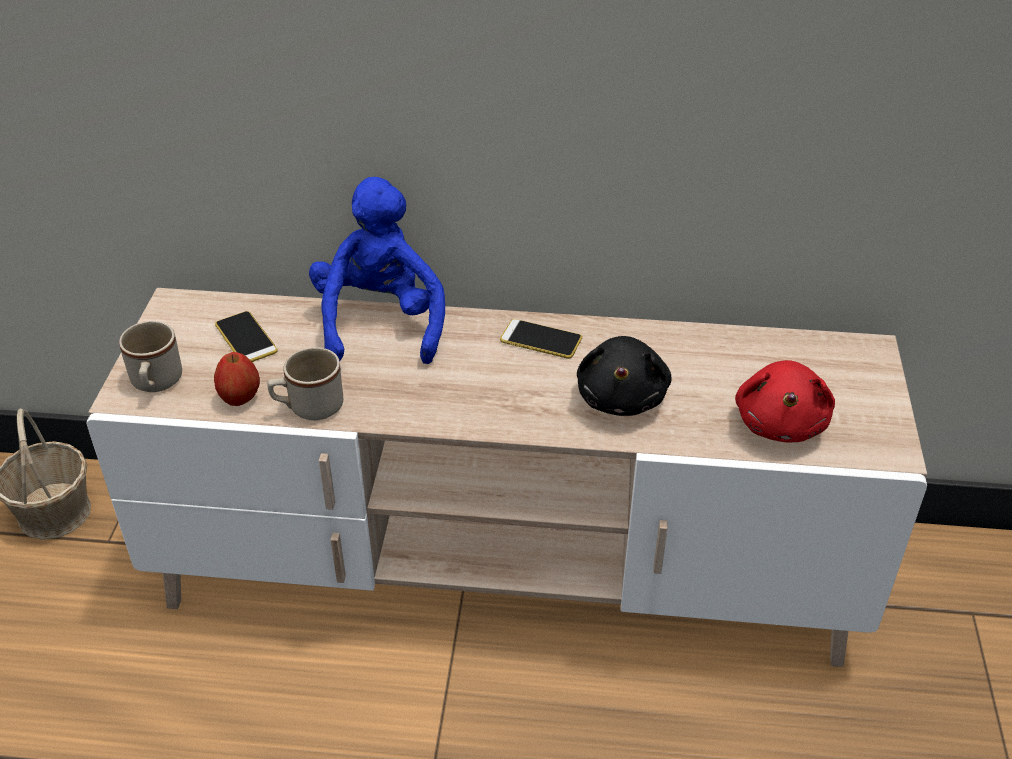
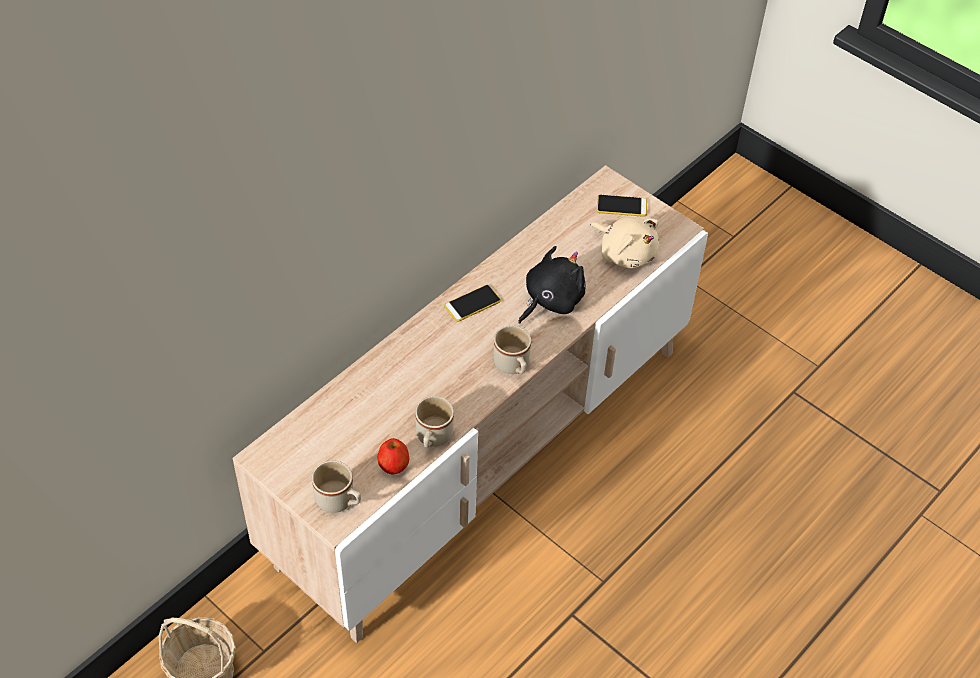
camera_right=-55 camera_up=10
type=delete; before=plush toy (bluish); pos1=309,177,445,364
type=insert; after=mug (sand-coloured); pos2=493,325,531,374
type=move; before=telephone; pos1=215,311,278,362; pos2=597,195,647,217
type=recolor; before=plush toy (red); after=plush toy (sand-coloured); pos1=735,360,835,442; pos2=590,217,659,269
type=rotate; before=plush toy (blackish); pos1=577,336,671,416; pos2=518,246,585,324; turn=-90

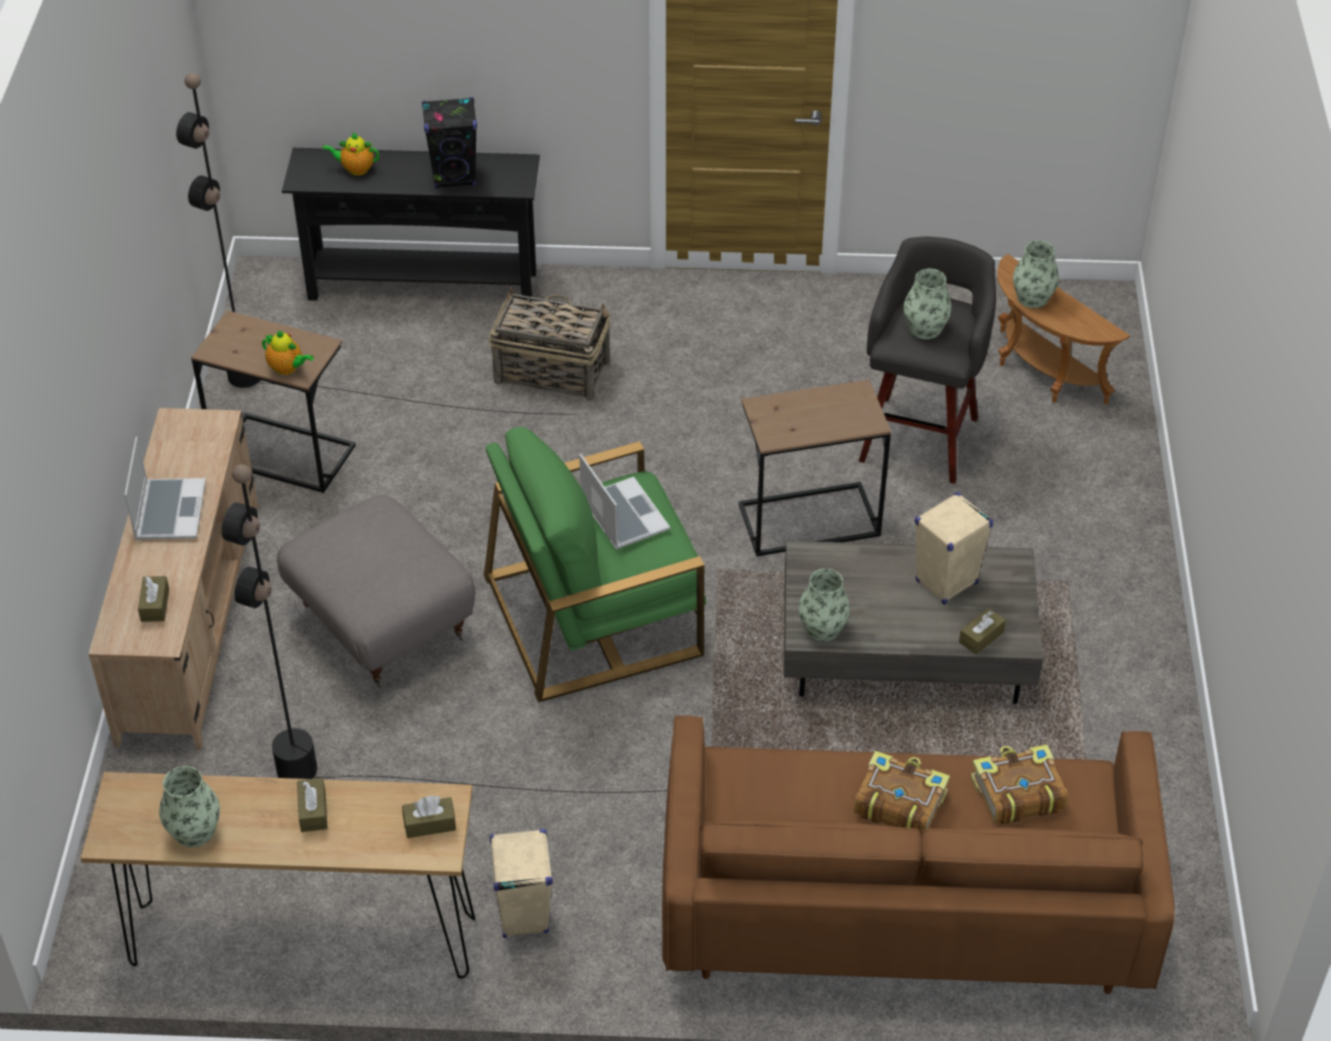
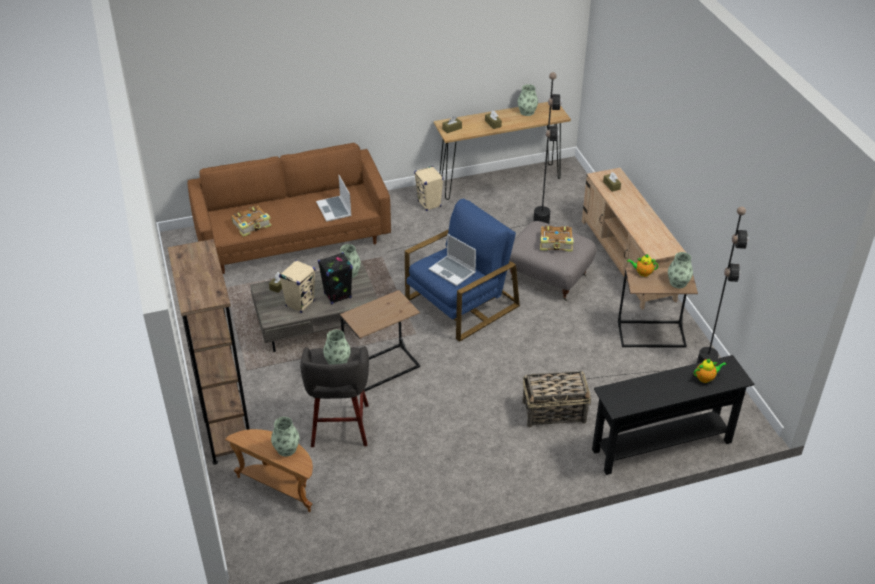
camera_right=160 camera_up=-5
type=insert; after=bookcase (brown-coloured); pos2=167,239,250,465
type=insert; after=flower vase; pos2=668,252,693,288
type=move; before=notebook computer; pos1=124,437,206,540; pos2=316,175,352,222
type=move; before=audio speaker (blackish); pos1=422,97,477,189; pos2=318,252,353,304
type=move; before=volume; pos1=854,751,950,833; pos2=540,225,574,252
type=recolor; before=easy chair (greenish); after=easy chair (bluish); pos1=484,427,706,703; pos2=405,199,520,342

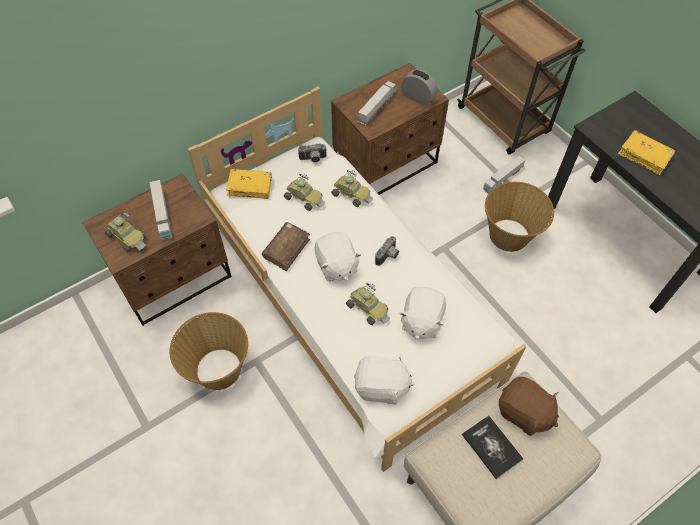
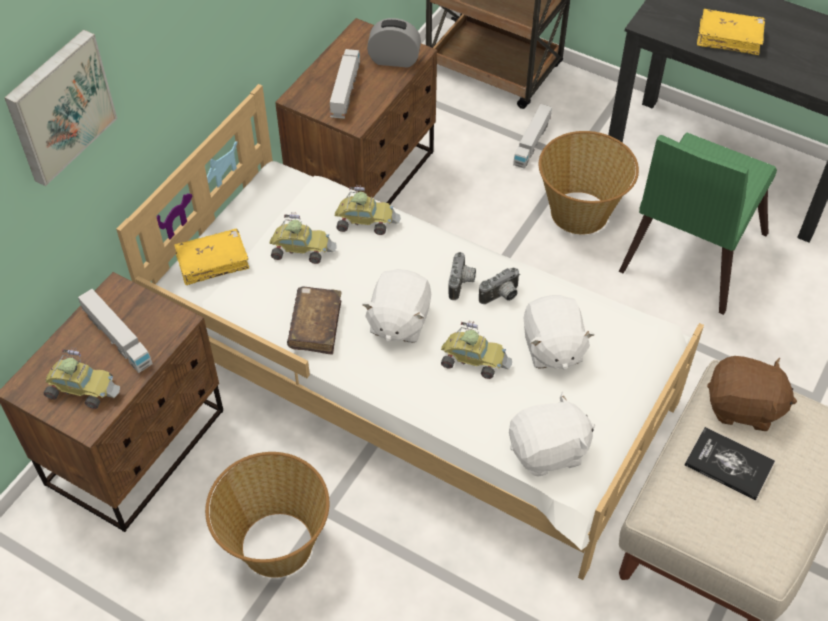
camera_right=-25 camera_up=-5
type=insert; after=picture; pos2=4,29,117,186
type=insert; after=chair (greenish); pos2=619,133,777,315
type=move; before=still camera; pos1=298,144,327,163; pos2=479,267,520,304
type=rotate; before=plush toy (white-coloured); pos1=314,232,361,281; pos2=362,269,431,343; turn=60

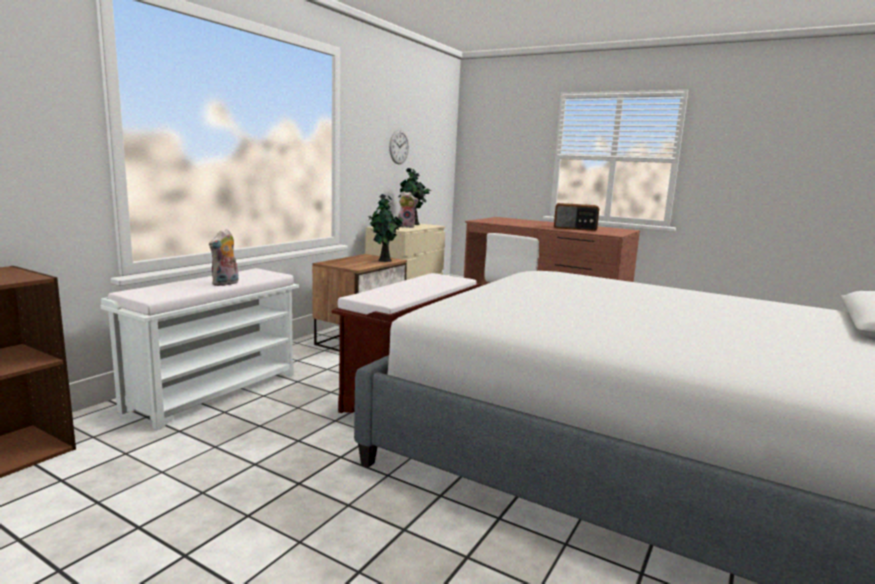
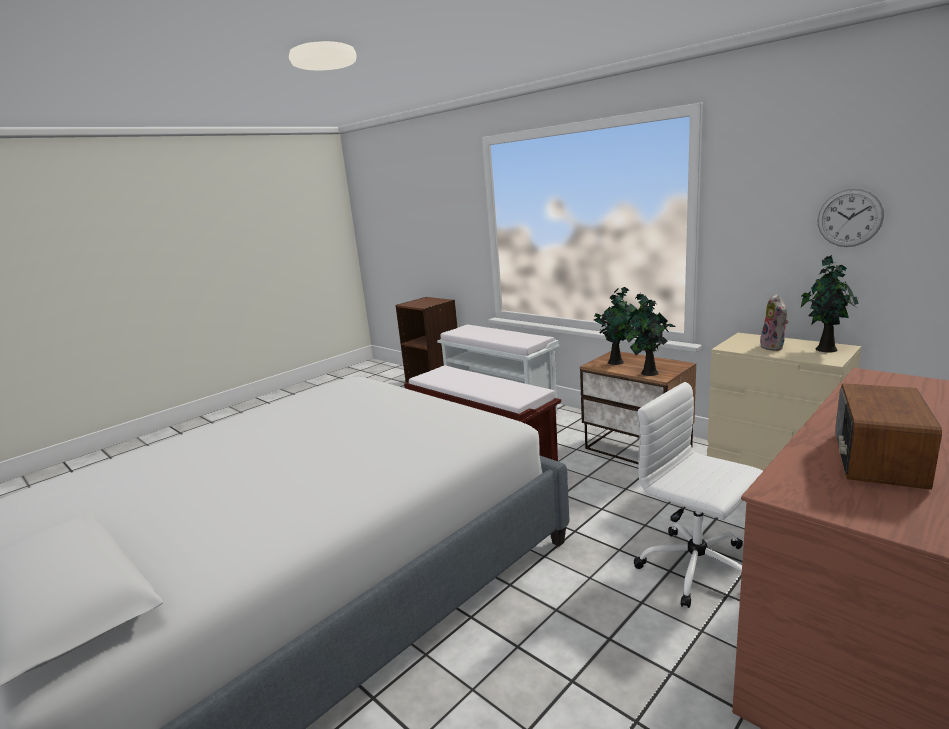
camera_right=105 camera_up=5
type=delete; before=plush toy; pos1=209,229,238,286
type=insert; after=houseplant; pos2=594,287,637,365

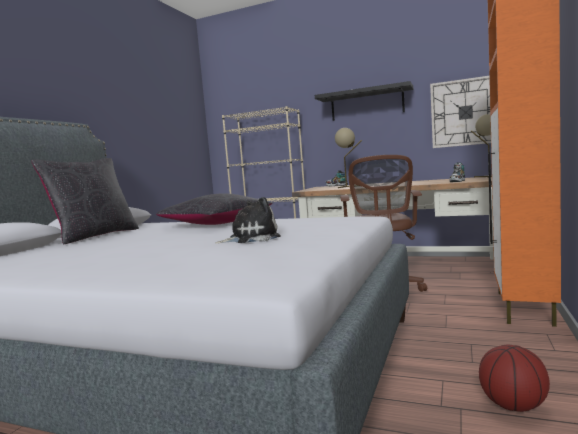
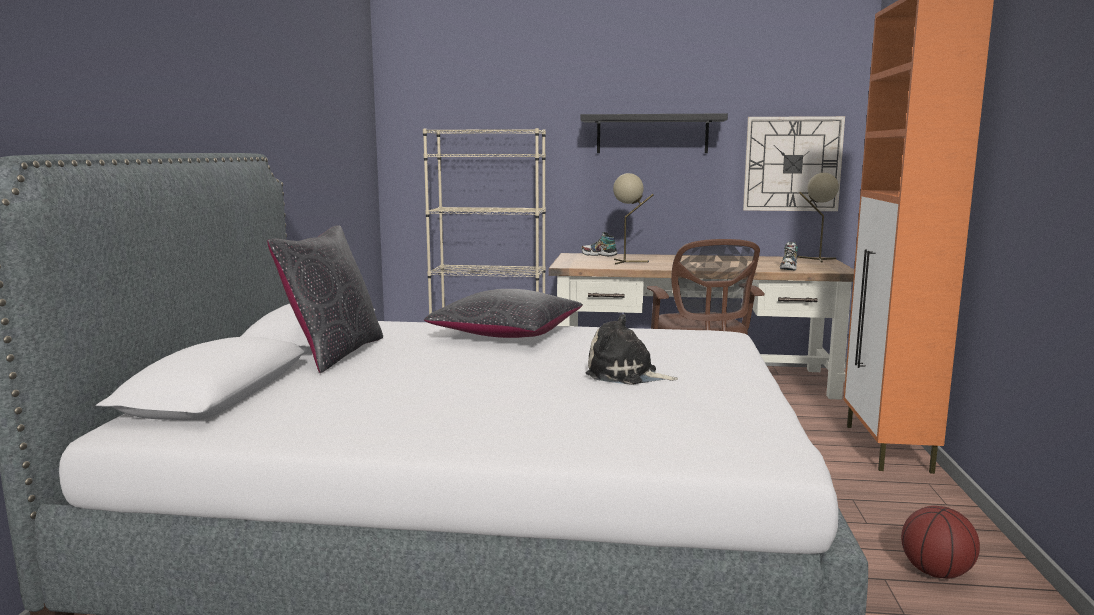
camera_right=-15 camera_up=5
type=rotate; before=plush toy; pos1=215,197,281,244; pos2=585,314,678,385; turn=-120

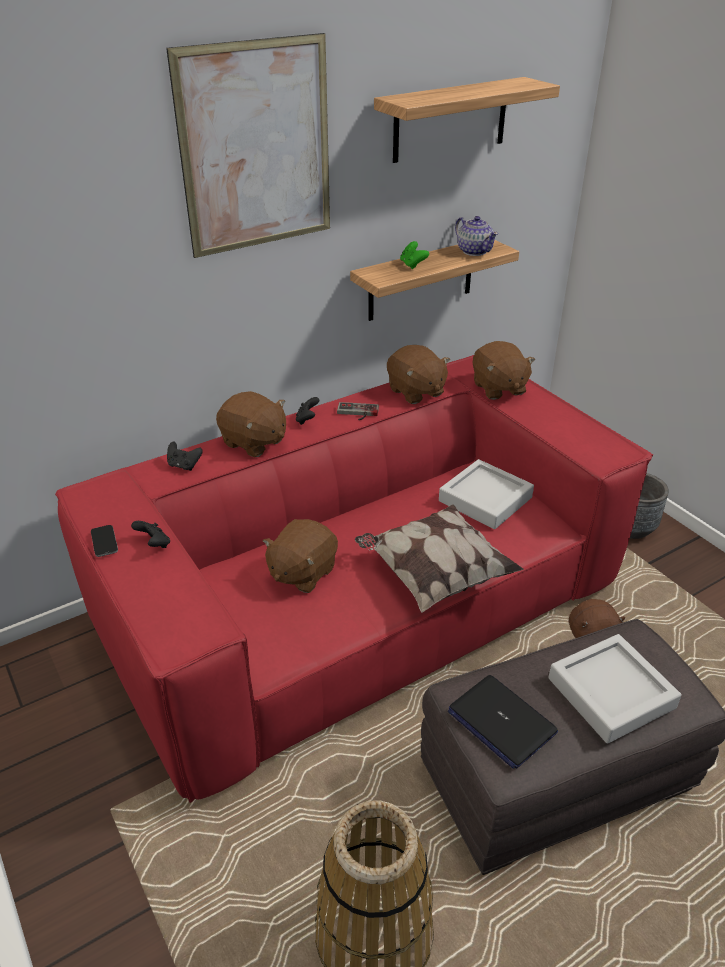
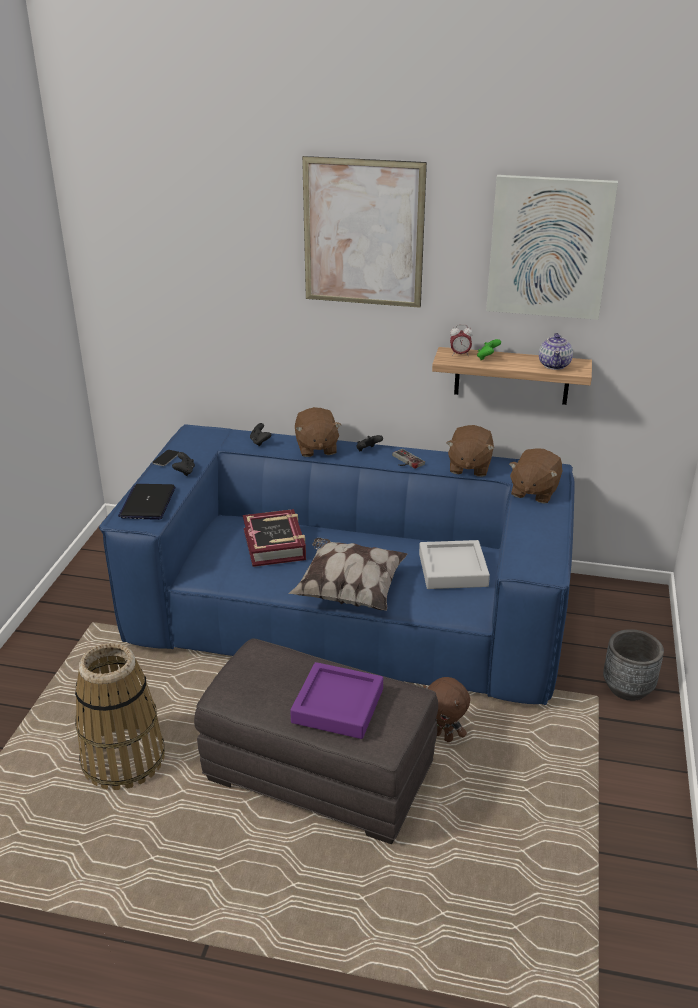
camera_right=45 camera_up=-5
type=insert; after=bedside clock; pos2=450,324,473,356
type=move; before=notebook computer; pos1=448,675,558,769; pos2=118,484,175,520
type=replace; before=plush toy (brown-coloured); after=volume; pos1=263,519,338,593; pos2=243,509,306,567
type=replace; before=wall shelf; after=picture; pos1=374,77,560,163; pos2=486,175,618,320
type=recolor; before=sofa (red); after=sofa (bluish); pos1=55,355,653,803; pos2=99,424,575,705
type=recolor; before=serving tray (greyish); after=serving tray (purple-coloured); pos1=548,634,681,744; pos2=290,662,383,739

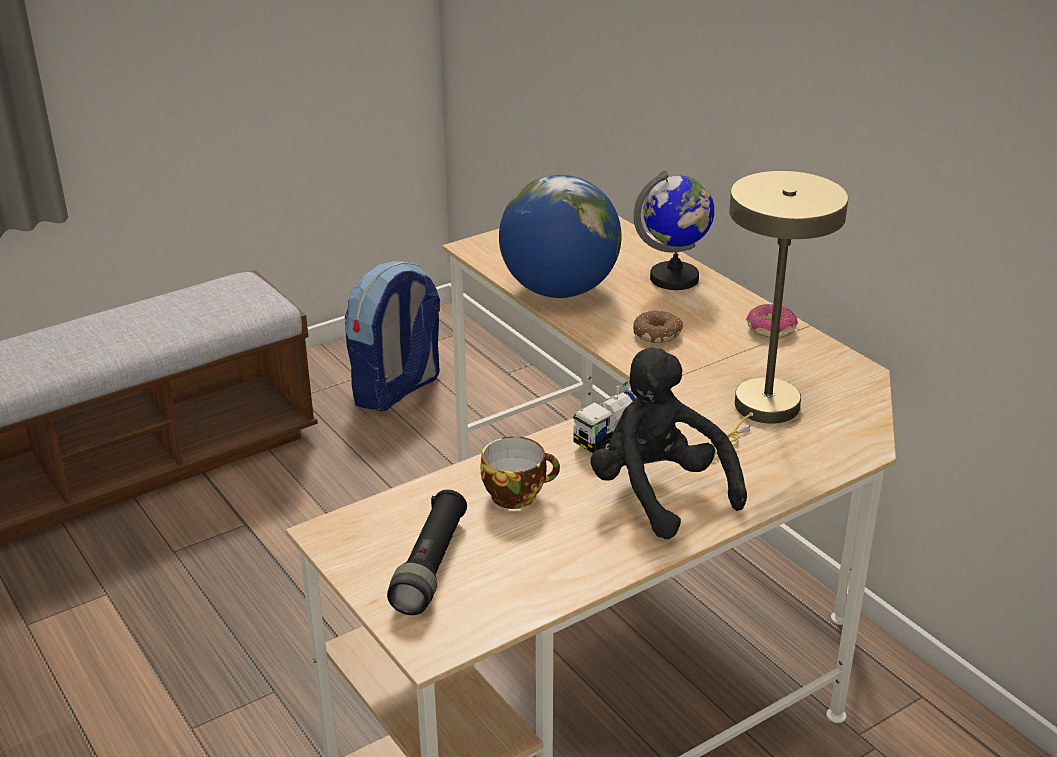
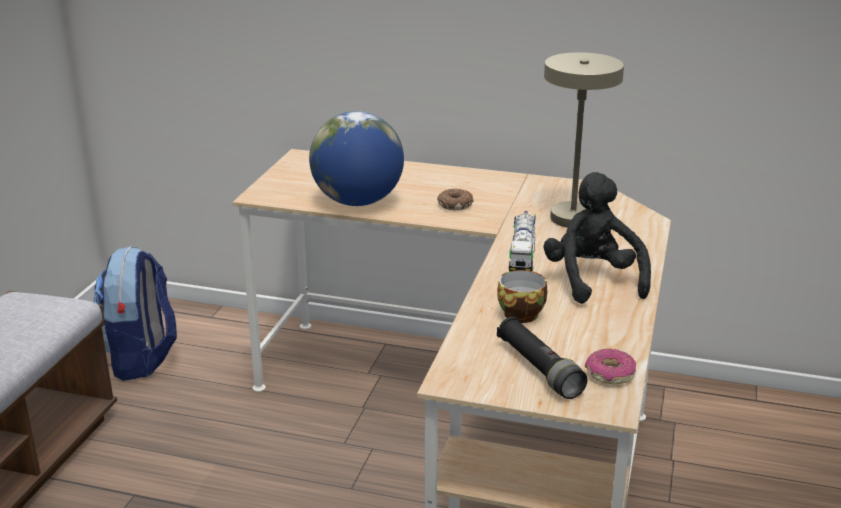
camera_right=-40 camera_up=-5
type=delete; before=world globe; pos1=633,170,714,290
type=move; before=donut; pos1=746,304,798,338; pos2=585,349,636,384
type=rotate; before=plush toy (blackish); pos1=590,347,747,539; pos2=543,172,651,304; turn=60

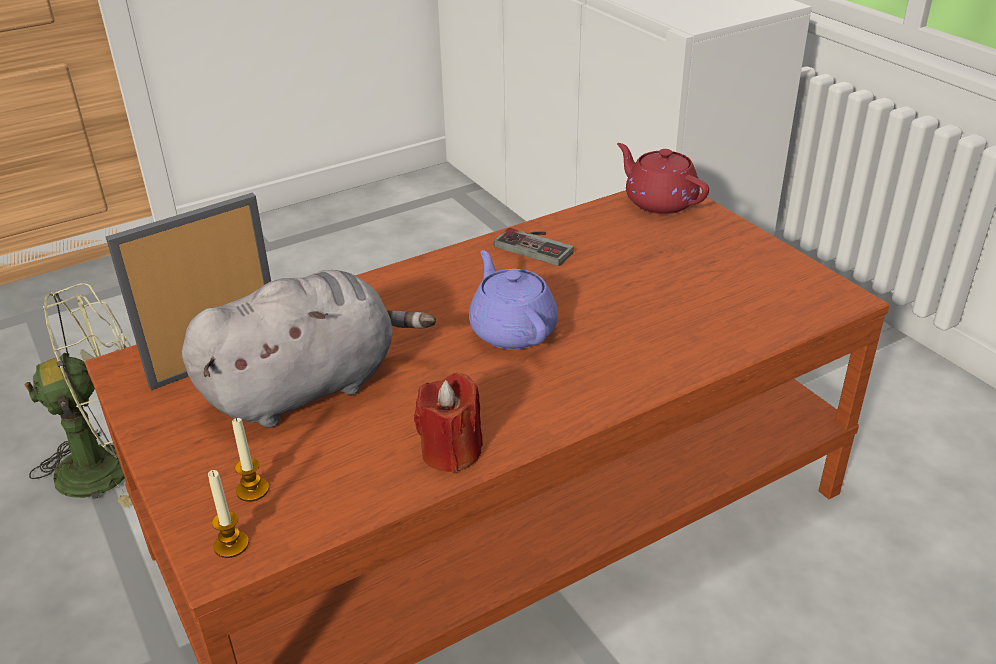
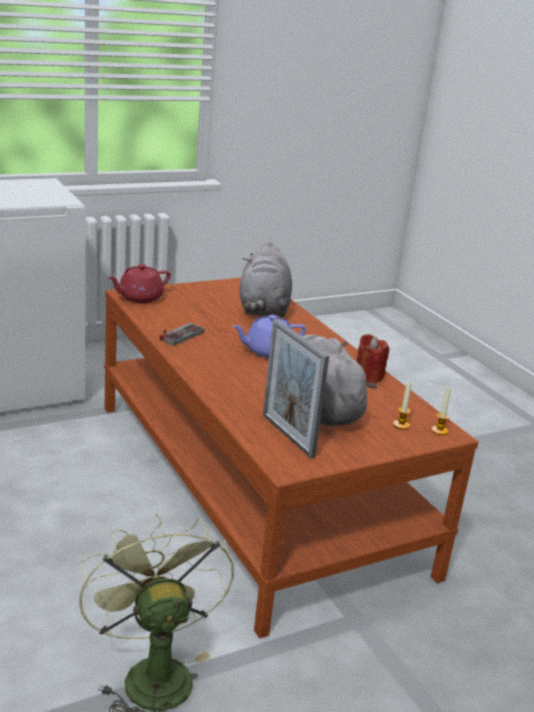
camera_right=-90 camera_up=-10
type=insert; after=plush toy (greyish); pos2=240,241,292,318

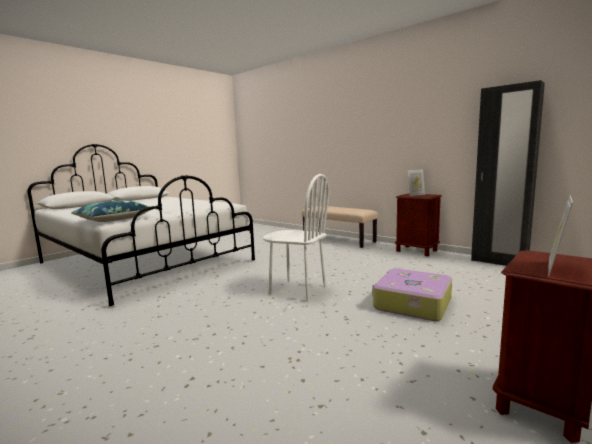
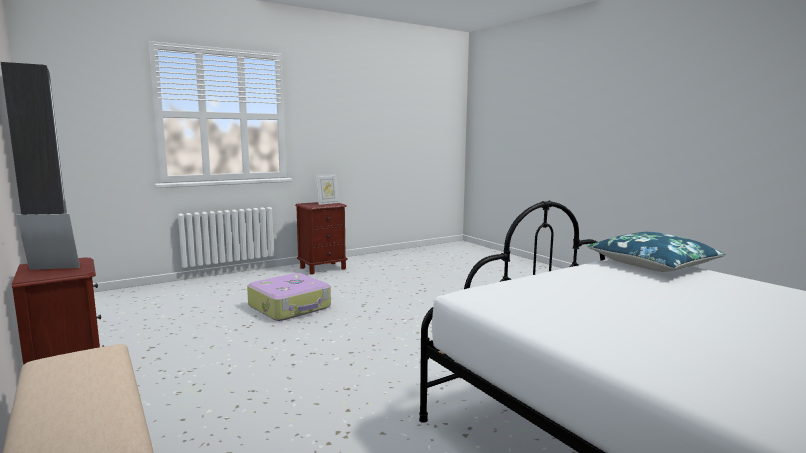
camera_right=-165 camera_up=0
type=delete; before=chair (white-coloured); pos1=263,174,329,302

